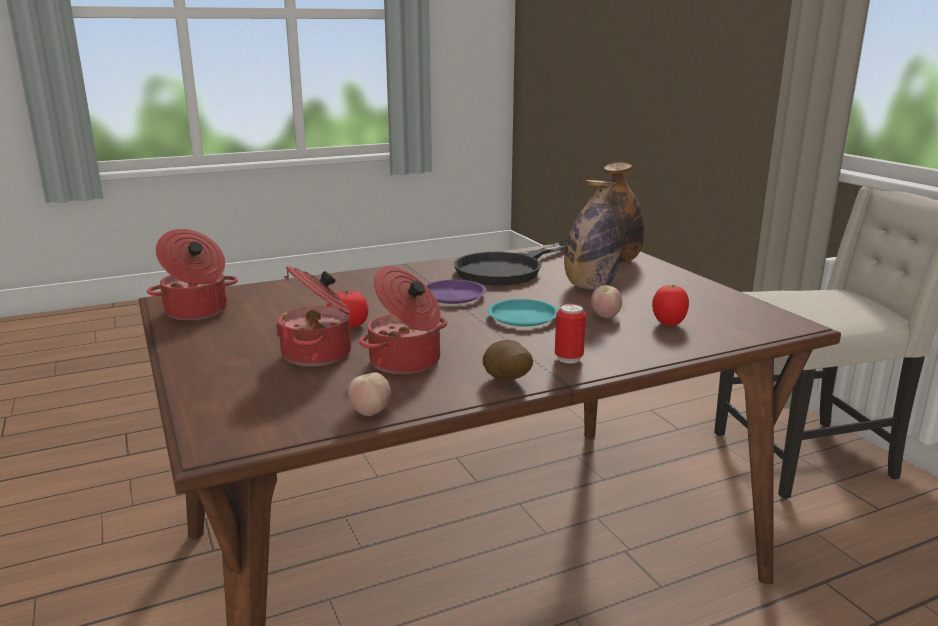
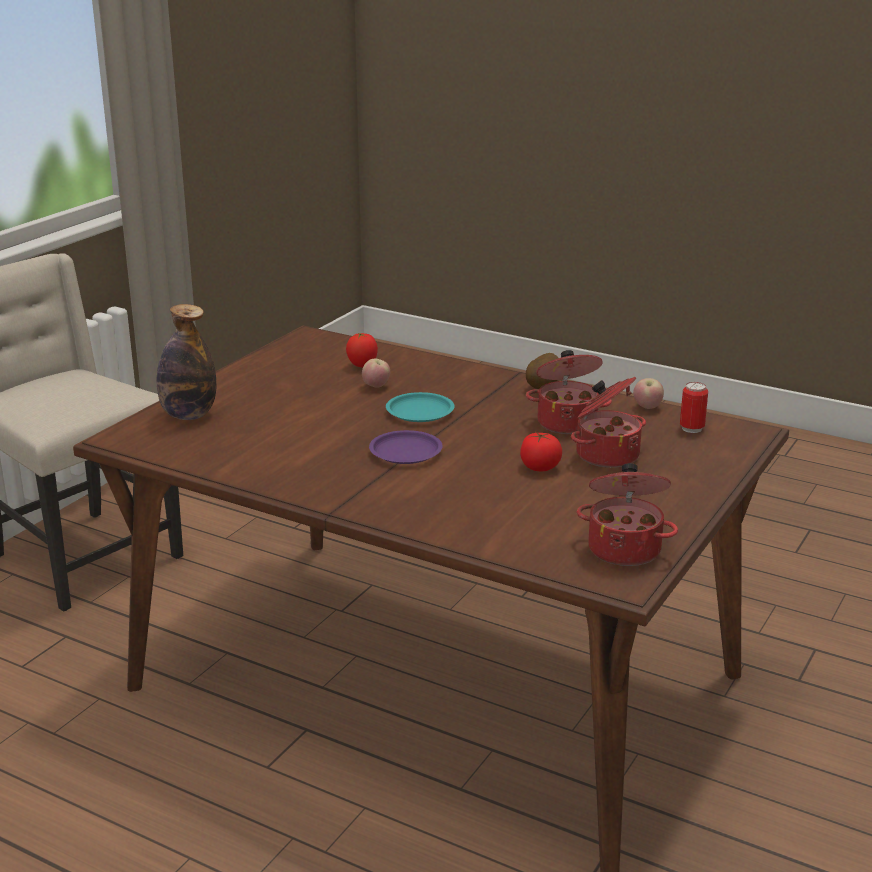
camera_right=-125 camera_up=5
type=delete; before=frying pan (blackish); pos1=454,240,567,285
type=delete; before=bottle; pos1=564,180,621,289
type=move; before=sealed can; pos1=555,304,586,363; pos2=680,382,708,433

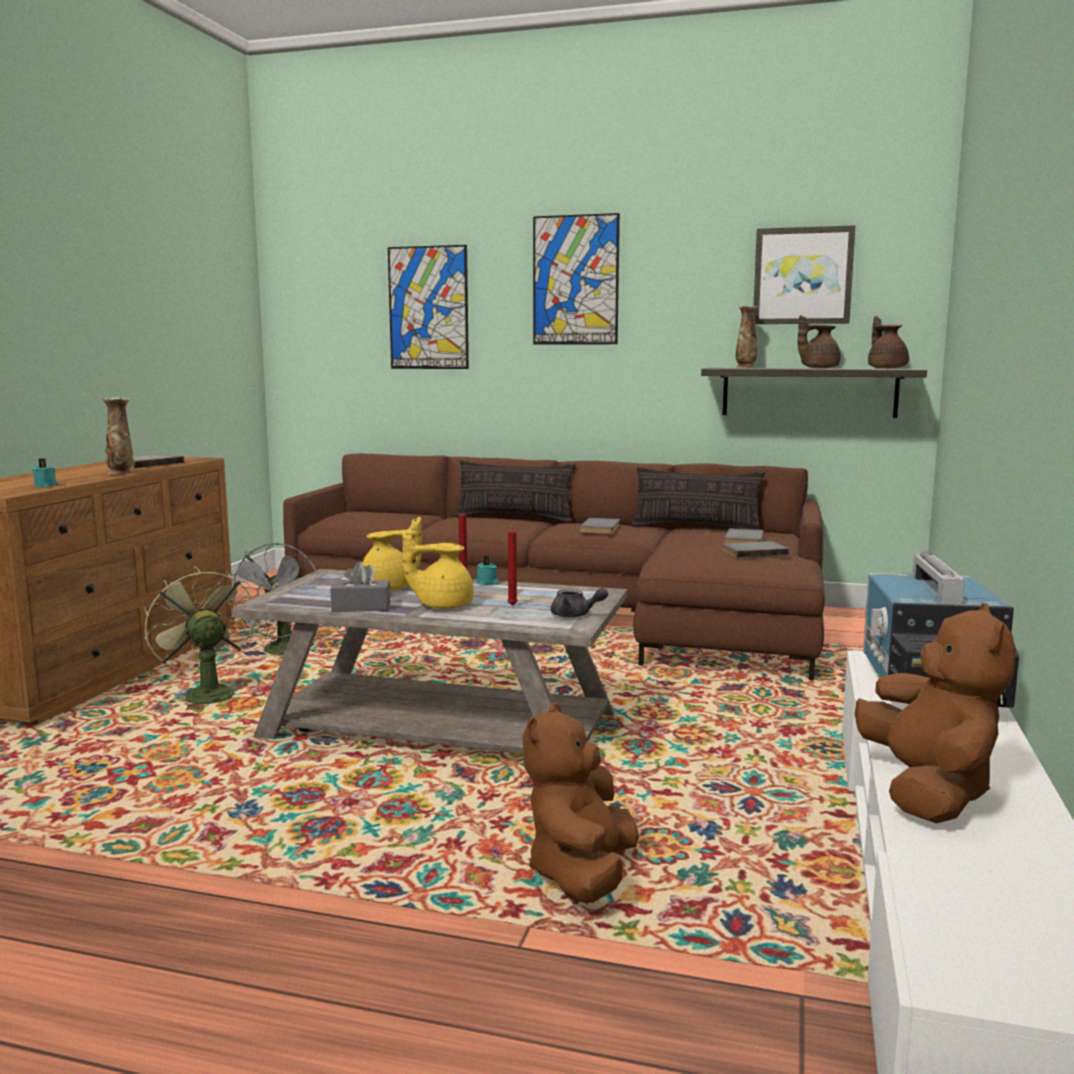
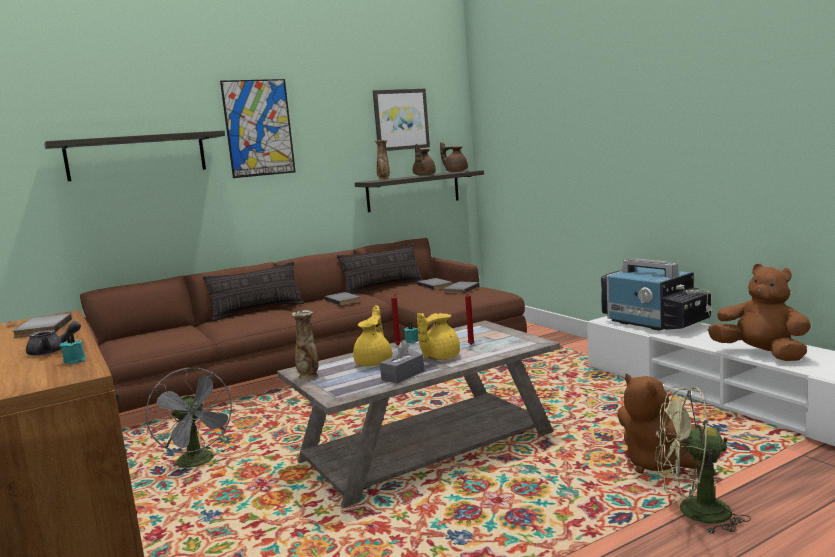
camera_right=-45 camera_up=0
type=move; before=flower vase; pos1=102,397,133,475; pos2=292,310,319,380
type=move; before=electric fan (greenish); pos1=144,566,254,709; pos2=655,386,751,534
type=move; before=pot for tea (greyish); pos1=551,588,608,618; pos2=26,321,81,356
type=replace; before=picture; after=wall shelf; pos1=388,245,469,369; pos2=44,130,225,181

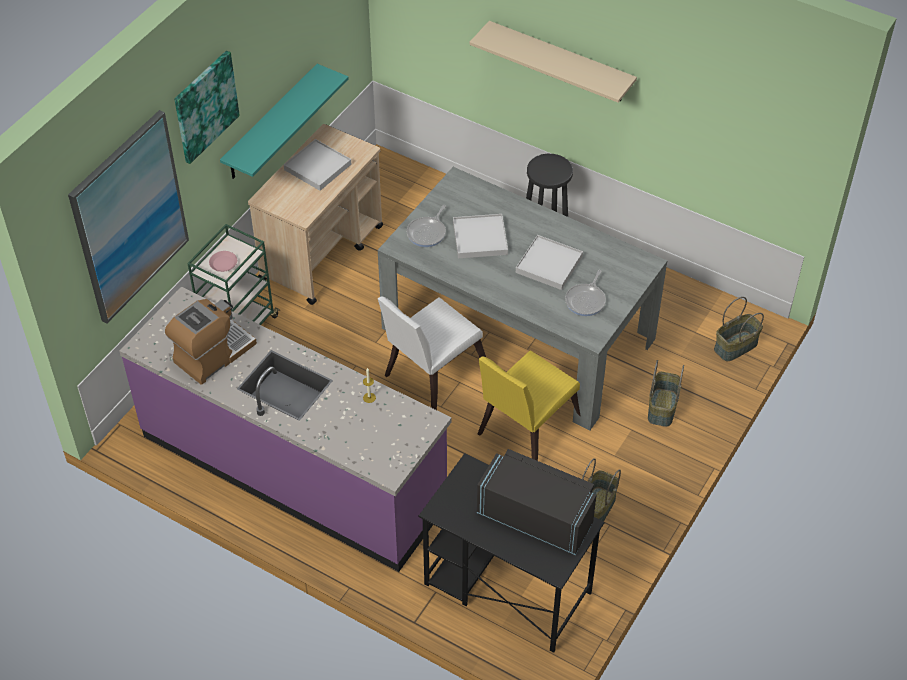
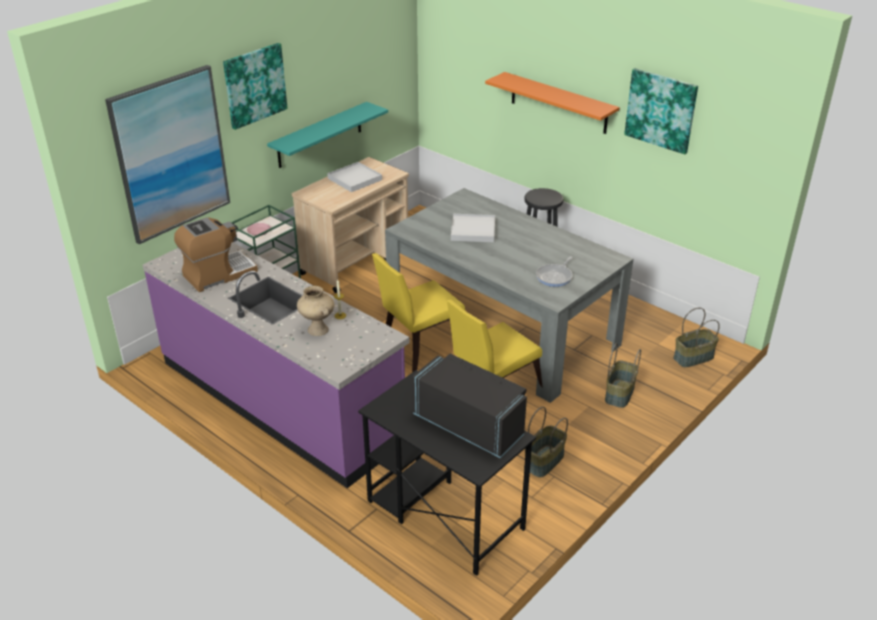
camera_right=10 camera_up=-15
type=delete; before=frying pan; pos1=407,205,446,247
type=delete; before=serving tray (white-coloured); pos1=516,235,583,290
type=insert; after=flower vase (sand-coloured); pos2=297,286,334,336
type=insert; after=picture; pos2=624,68,698,154
type=recolor; before=chair (white-coloured); after=chair (yellowish); pos1=378,296,486,410; pos2=372,253,465,373
type=recolor; before=wall shelf (sand-coloured); after=wall shelf (orange); pos1=469,21,637,103; pos2=485,72,620,134

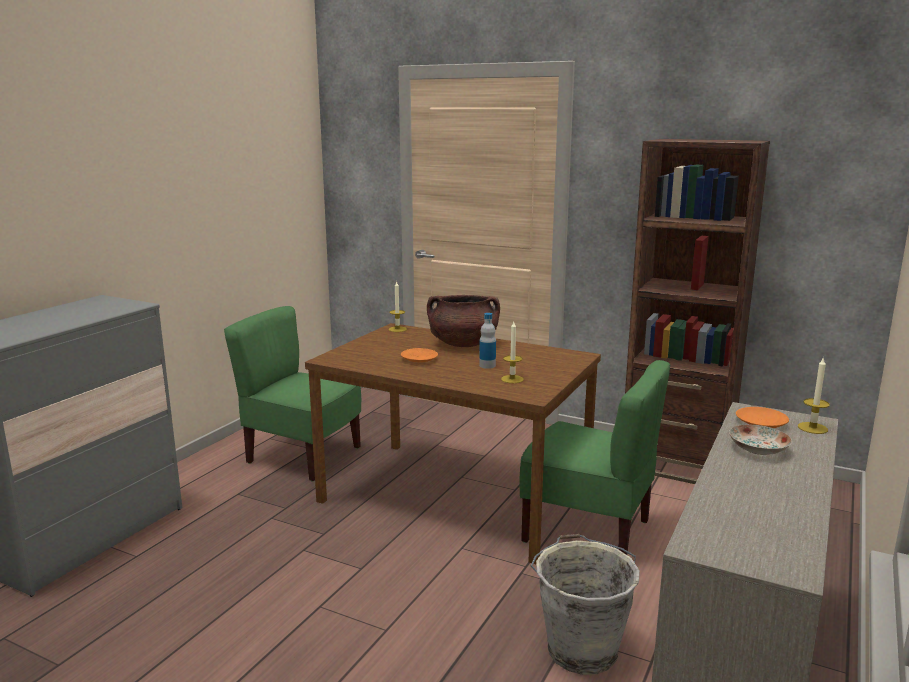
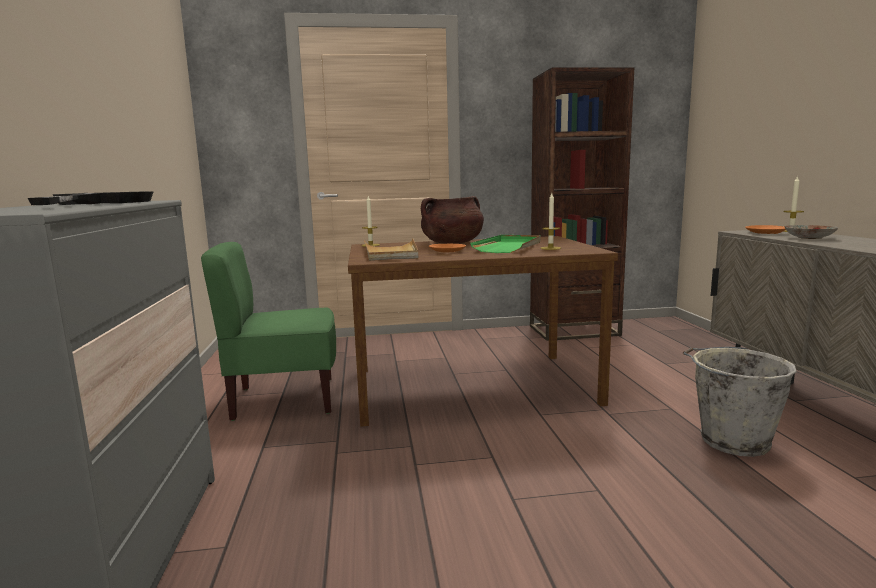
camera_right=-35 camera_up=-5
type=delete; before=chair (greenish); pos1=519,360,670,555
type=insert; after=frying pan (blackish); pos2=28,191,154,205
type=insert; after=serving tray (sand-coloured); pos2=364,238,418,261
type=replace; before=bottle; after=serving tray (greenish); pos1=479,313,496,369; pos2=470,235,541,253

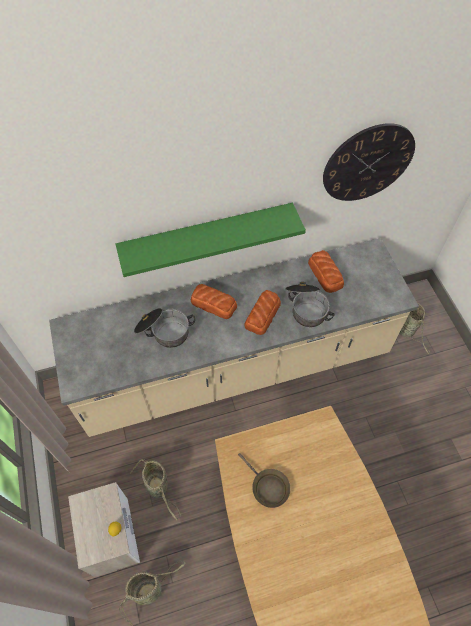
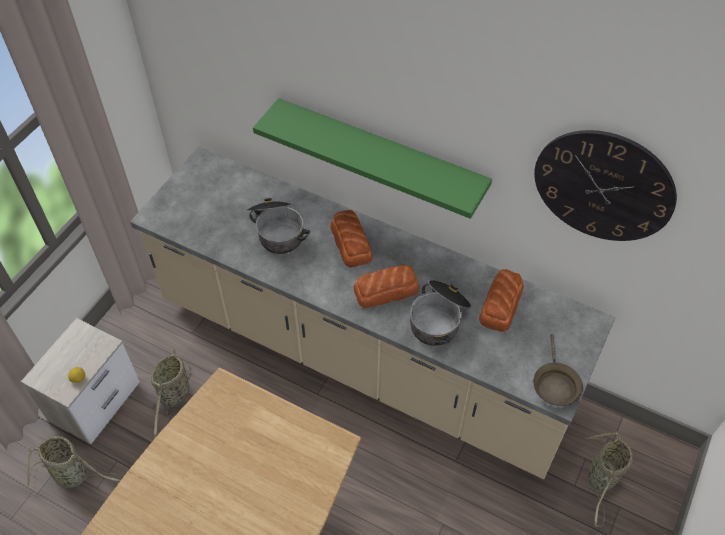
camera_right=45 camera_up=-5
type=move; before=frying pan (brown-coloured); pos1=238,453,291,508; pos2=533,334,583,406

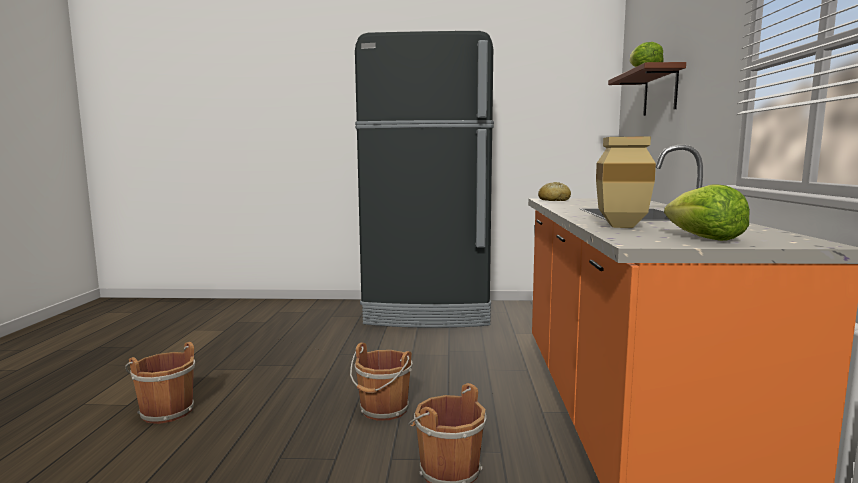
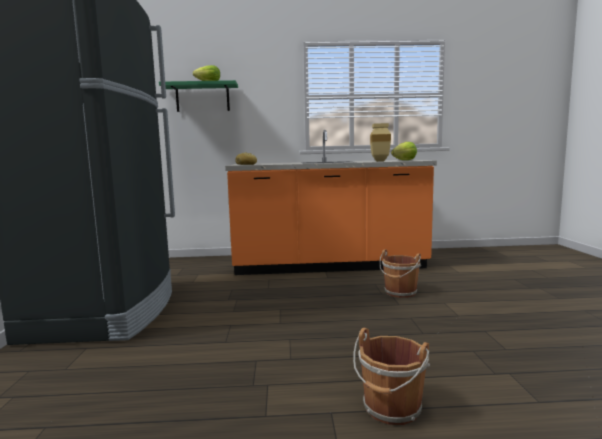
camera_right=-95 camera_up=0
type=delete; before=pail (brown-coloured); pos1=350,343,413,421
type=recolor; before=wall shelf (brown-coloured); after=wall shelf (greenish); pos1=608,62,686,116; pos2=159,80,238,112

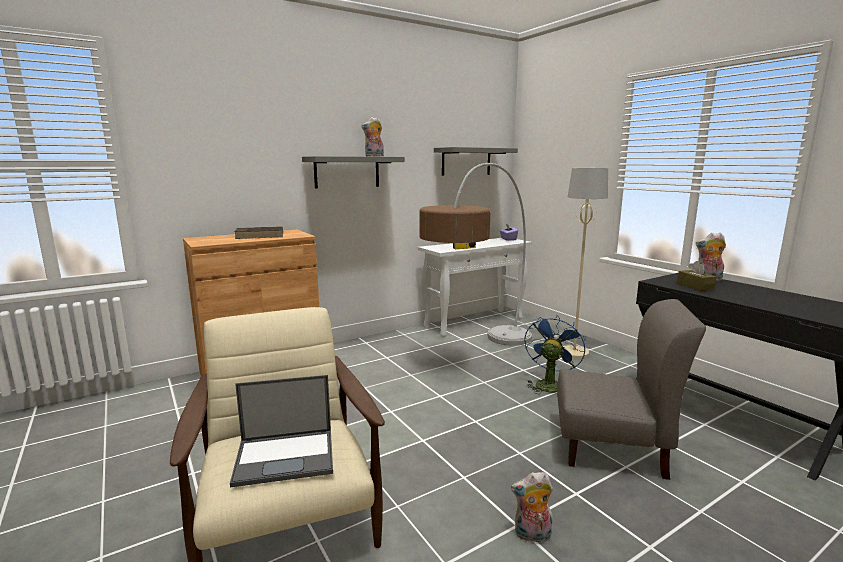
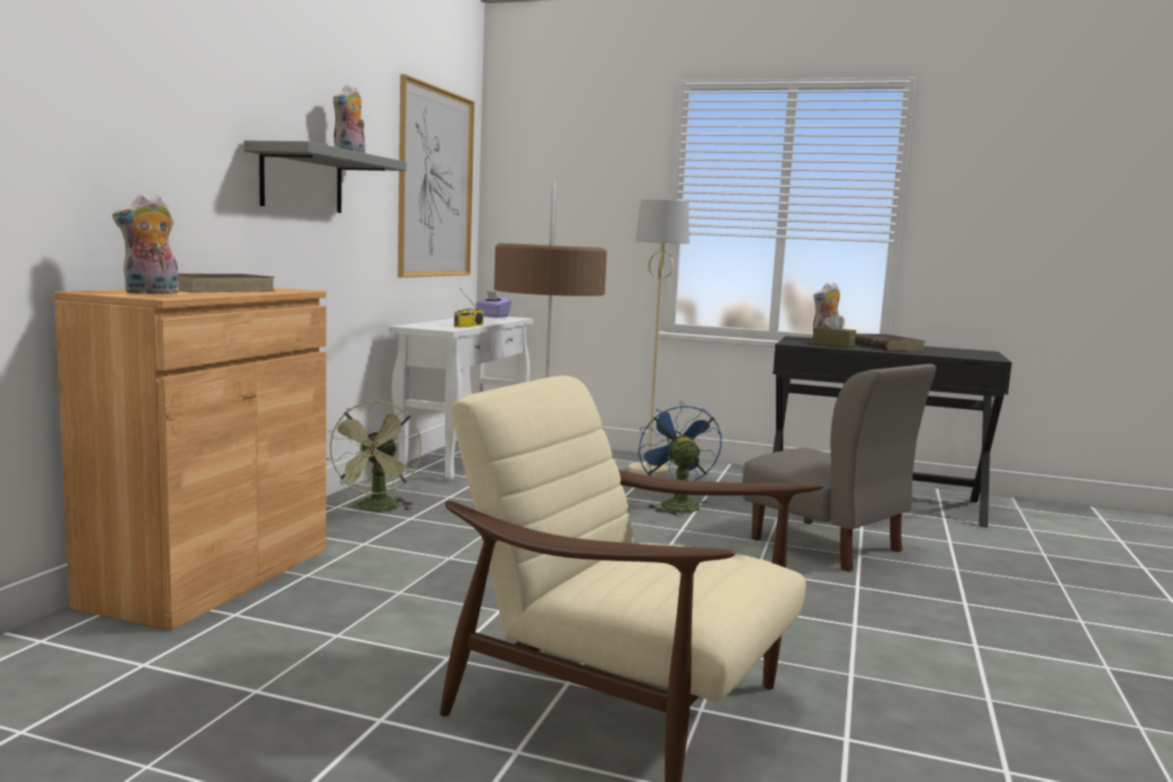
camera_right=-40 camera_up=-5
type=delete; before=notebook computer; pos1=230,375,333,488
type=insert; after=electric fan (greenish); pos2=326,401,421,512
type=insert; after=volume (brown-coloured); pos2=855,334,925,351
type=move; before=plush toy; pos1=511,472,553,543; pos2=112,194,179,294
type=replace; before=wall shelf (greyish); after=picture; pos1=434,147,518,175; pos2=398,74,475,278
type=rotate; before=chair (greyish); pos1=557,299,706,480; pos2=742,364,936,572; turn=75

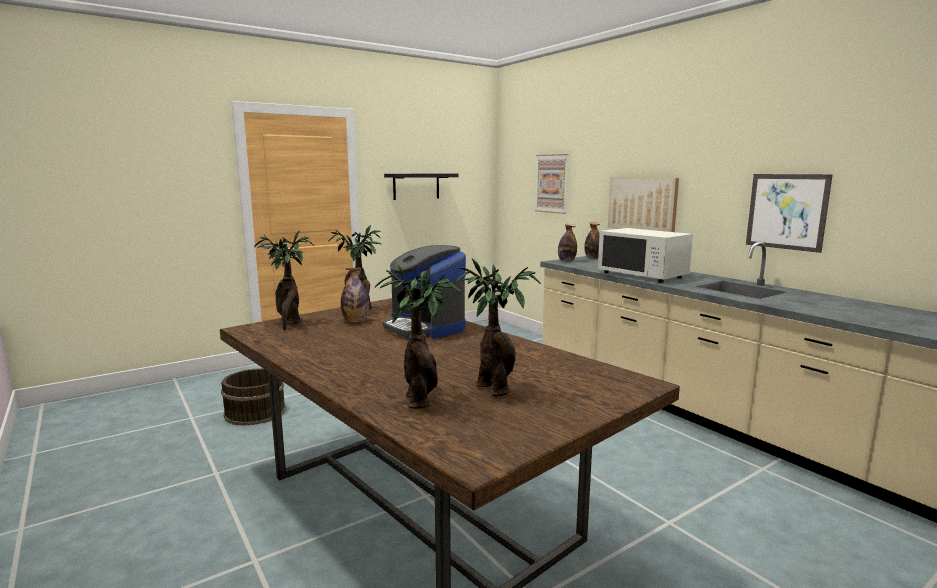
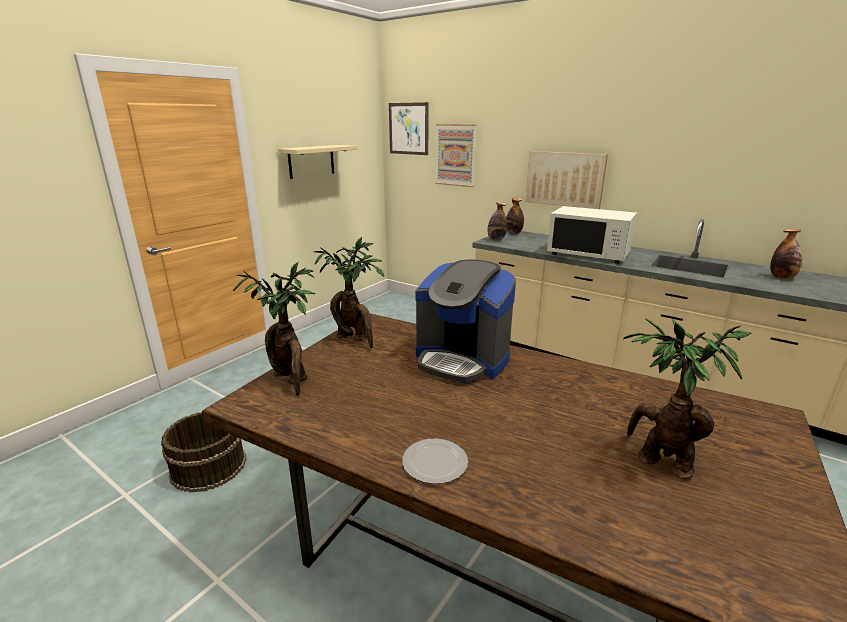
camera_right=-20 camera_up=10
type=delete; before=houseplant; pos1=375,262,461,409
type=insert; after=plate; pos2=402,439,468,484
type=move; before=bottle; pos1=341,267,369,322; pos2=770,229,802,279
type=move; before=picture; pos1=746,174,833,253; pos2=389,102,429,155
type=recolor; before=wall shelf (blackish); after=wall shelf (sand-coloured); pos1=384,174,459,200; pos2=278,145,357,179

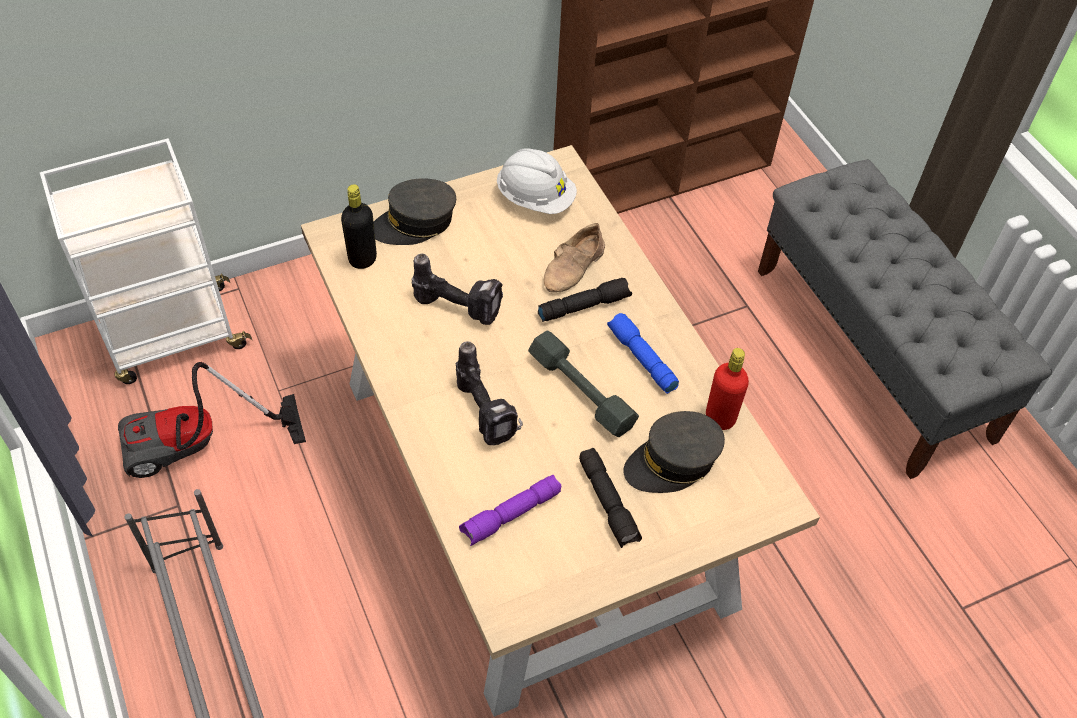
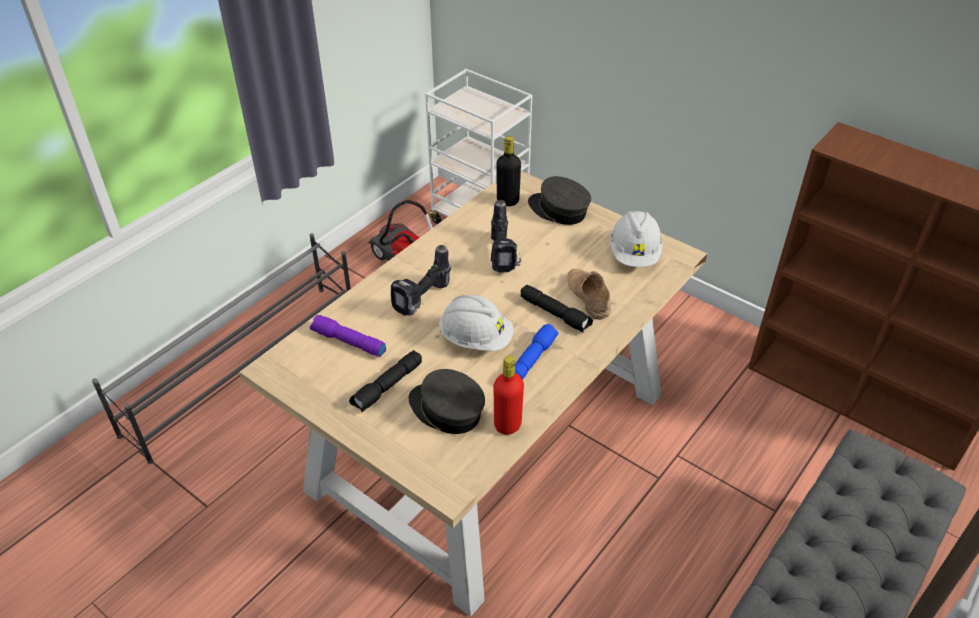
camera_right=65 camera_up=-10
type=replace; before=free weight (greyish); after=work helmet (white-coloured); pos1=528,330,639,437; pos2=438,295,514,351
type=rotate; before=shoe (sand-coloured); pos1=544,223,605,292; pos2=567,269,611,320; turn=60

